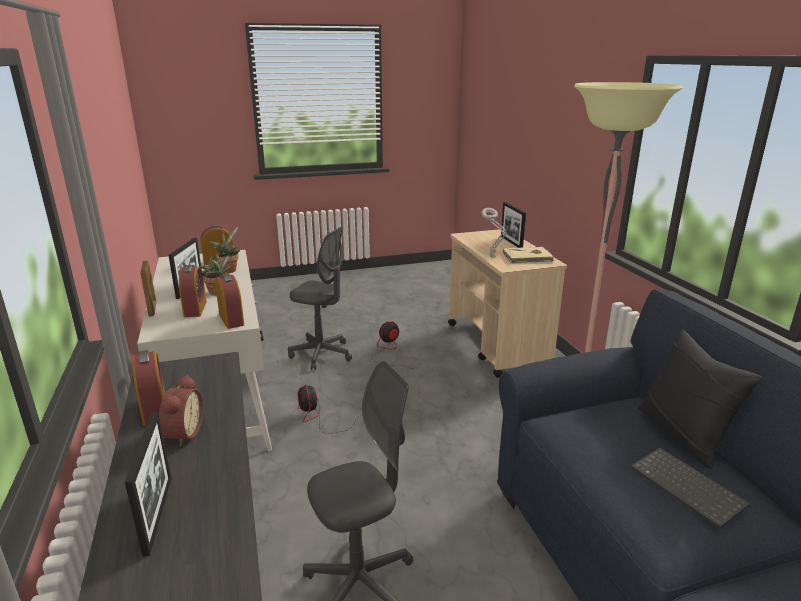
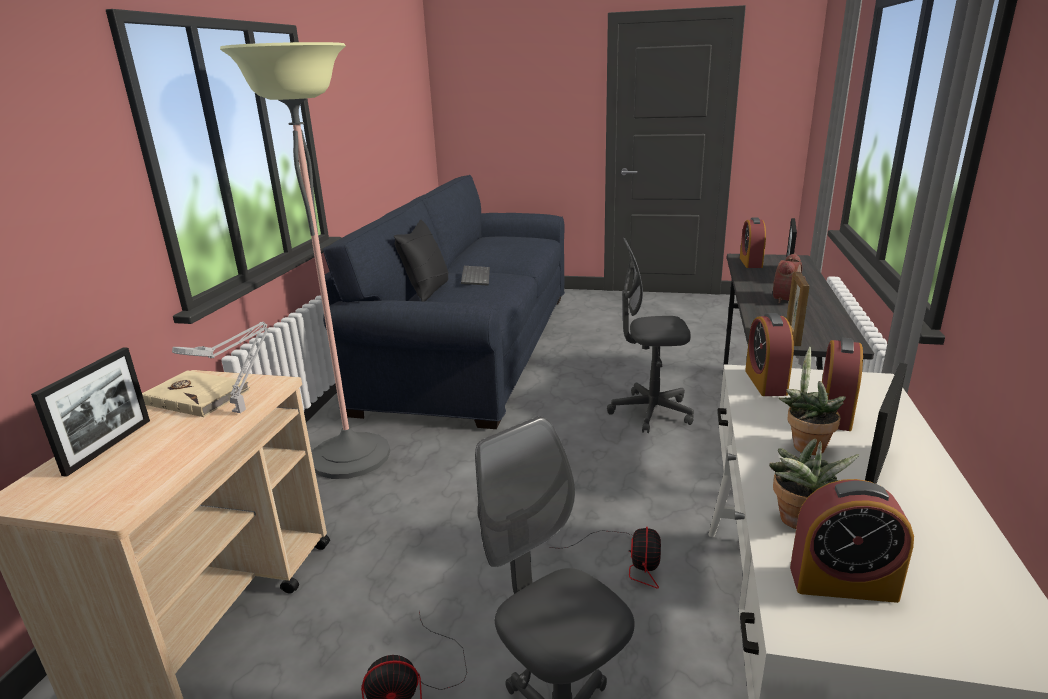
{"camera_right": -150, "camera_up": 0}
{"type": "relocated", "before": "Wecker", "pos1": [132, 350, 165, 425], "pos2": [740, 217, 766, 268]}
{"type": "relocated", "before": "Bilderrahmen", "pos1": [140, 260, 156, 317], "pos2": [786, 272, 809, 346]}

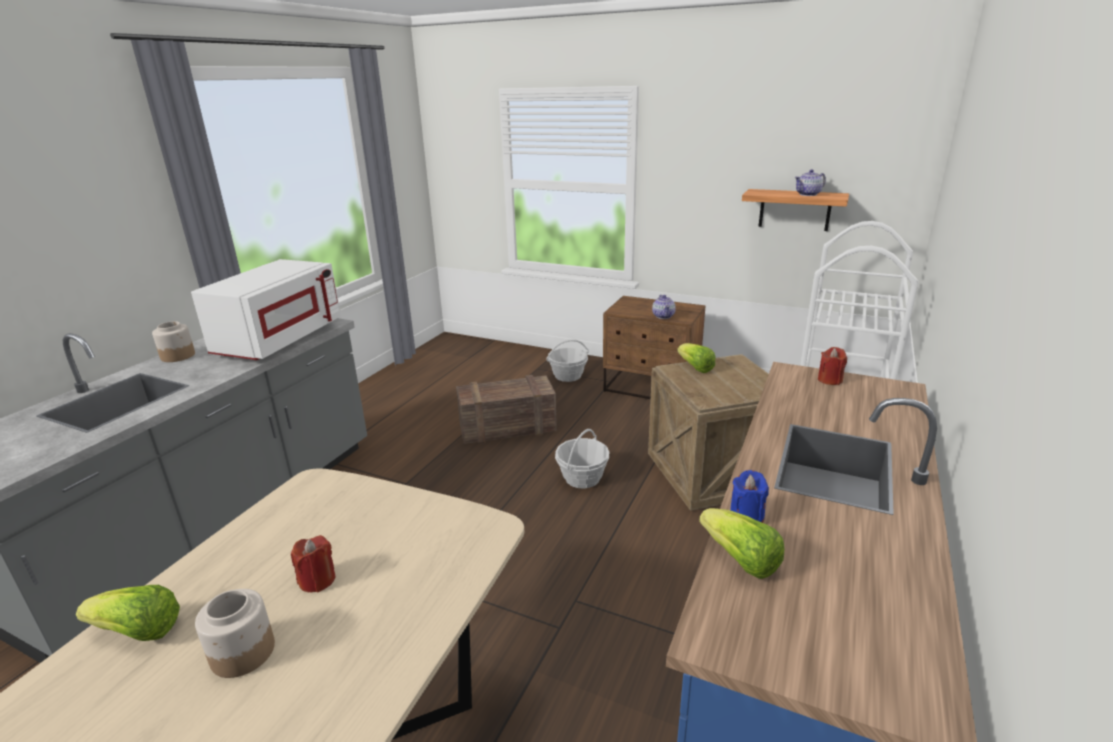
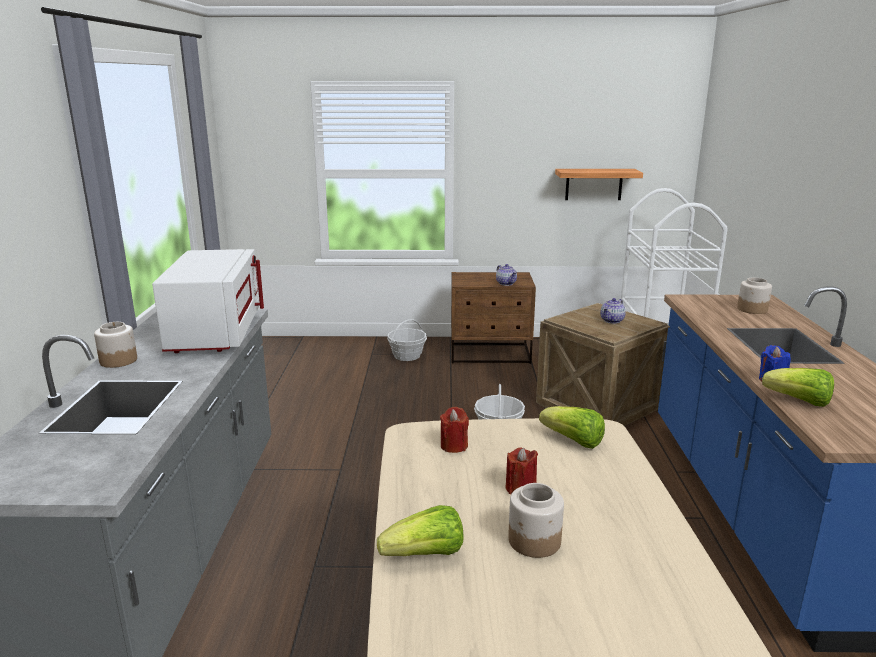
{"camera_right": -25, "camera_up": -5}
{"type": "missing", "before": "Kiste", "pos1": [456, 375, 557, 444]}
{"type": "relocated", "before": "Salatkopf", "pos1": [677, 343, 716, 373], "pos2": [539, 406, 605, 449]}
{"type": "relocated", "before": "Teekanne", "pos1": [795, 169, 826, 196], "pos2": [600, 298, 626, 324]}
{"type": "relocated", "before": "Kerze (rot)", "pos1": [818, 347, 847, 385], "pos2": [440, 407, 469, 453]}
{"type": "appeared", "after": "Vorratsglas", "pos2": [737, 277, 772, 314]}

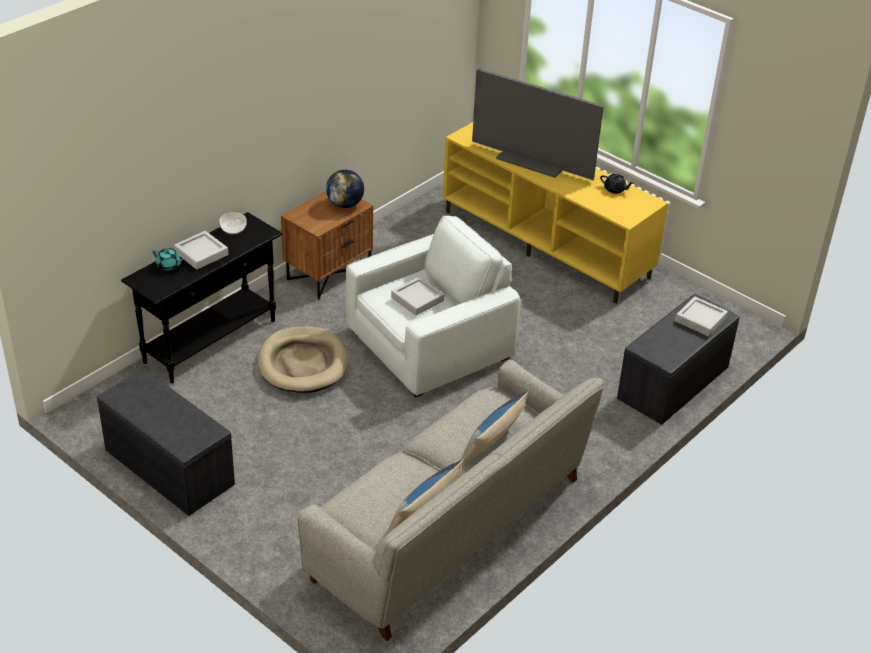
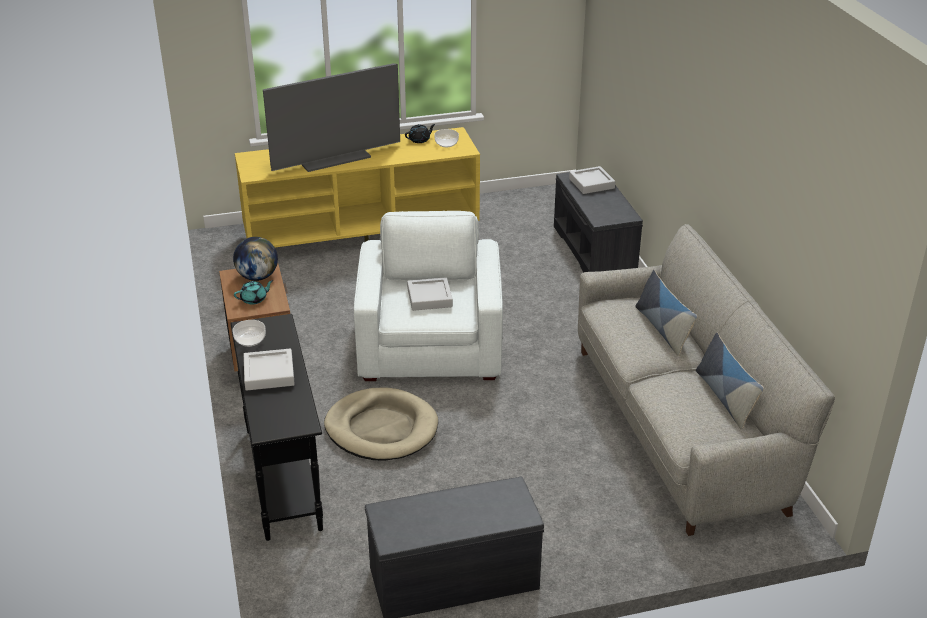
{"camera_right": -55, "camera_up": -5}
{"type": "relocated", "before": "Teekanne (türkis)", "pos1": [152, 248, 185, 271], "pos2": [234, 280, 273, 305]}
{"type": "appeared", "after": "Schüssel", "pos2": [434, 129, 459, 147]}

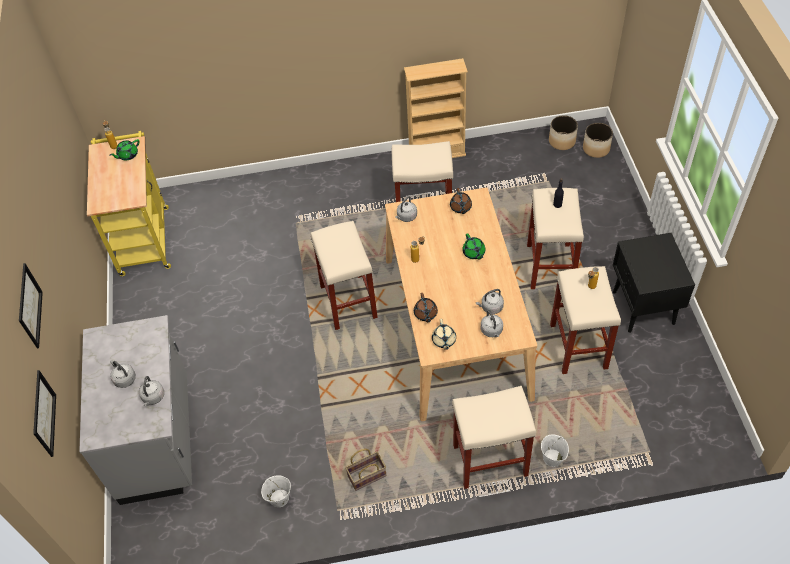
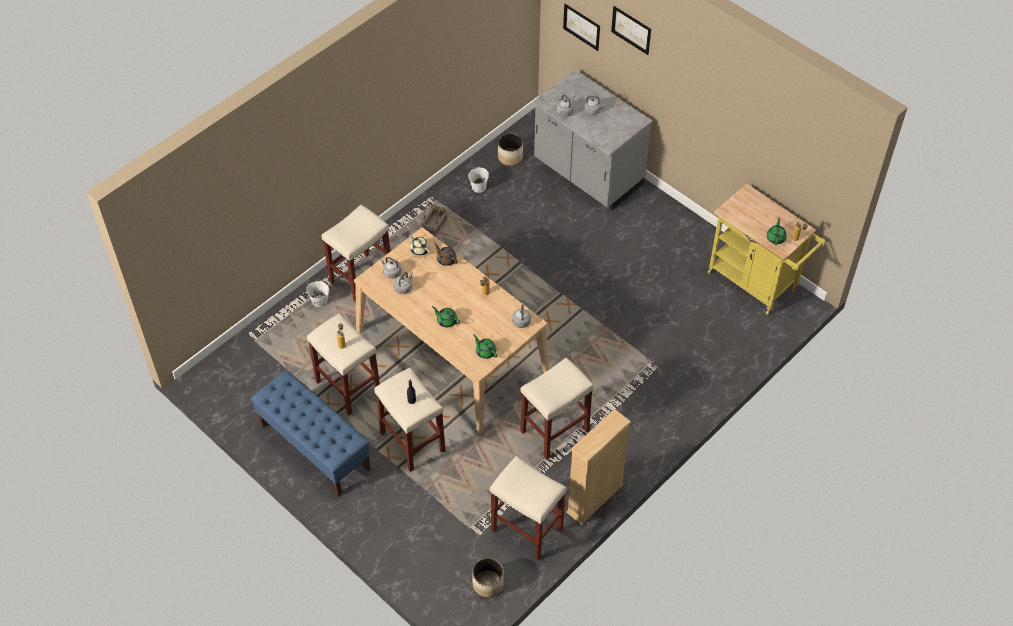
{"camera_right": 140, "camera_up": 0}
{"type": "relocated", "before": "Hocker (beige)", "pos1": [311, 221, 378, 330], "pos2": [490, 456, 567, 560]}
{"type": "colour", "before": "Teekanne (braun)", "after": "Teekanne (grün)", "pos1": [450, 188, 472, 214], "pos2": [473, 335, 497, 359]}
{"type": "relocated", "before": "Pflanzkübel", "pos1": [583, 123, 613, 158], "pos2": [498, 133, 523, 166]}
{"type": "exchanged", "before": "Nachttisch (schwarz)", "after": "Bank (blau)", "pos1": [613, 233, 695, 333], "pos2": [251, 370, 371, 497]}

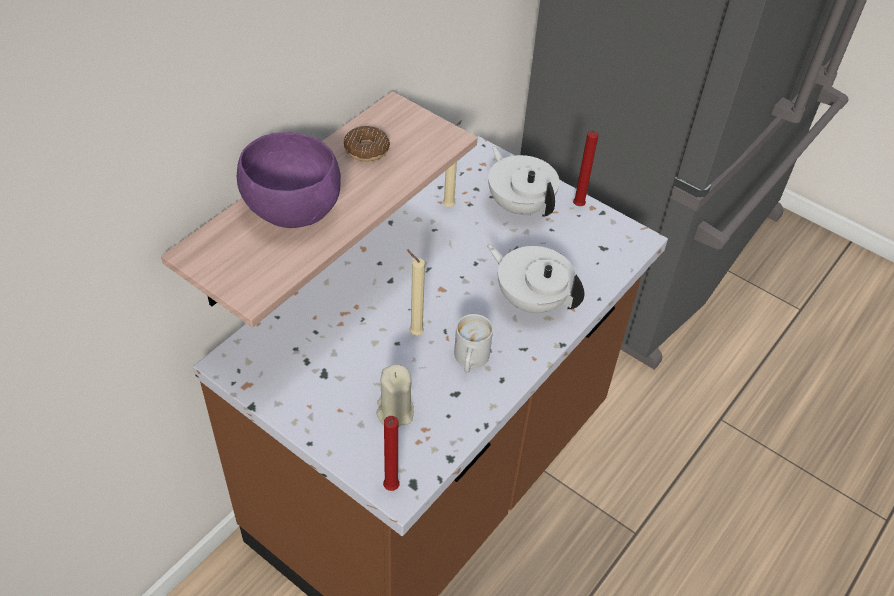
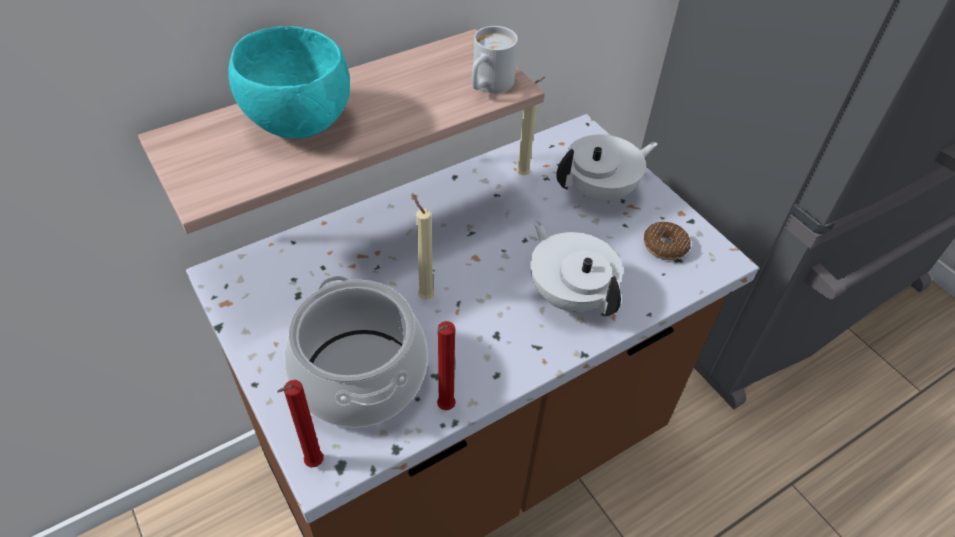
{"camera_right": 20, "camera_up": 0}
{"type": "colour", "before": "Schüssel (lila)", "after": "Schüssel (türkis)", "pos1": [237, 132, 341, 228], "pos2": [228, 26, 350, 138]}
{"type": "relocated", "before": "Donut", "pos1": [344, 126, 390, 161], "pos2": [644, 222, 691, 260]}
{"type": "exchanged", "before": "Kerze (beige)", "after": "Kochtopf", "pos1": [377, 364, 414, 427], "pos2": [284, 276, 428, 428]}
{"type": "relocated", "before": "Henkelbecher (weiß)", "pos1": [454, 314, 493, 373], "pos2": [472, 26, 518, 93]}
{"type": "spun", "before": "Teekanne (weiß)", "pos1": [488, 147, 559, 217], "pos2": [556, 135, 658, 205], "turn": 75}
{"type": "relocated", "before": "Kerze (rot)", "pos1": [573, 131, 599, 206], "pos2": [437, 321, 456, 410]}

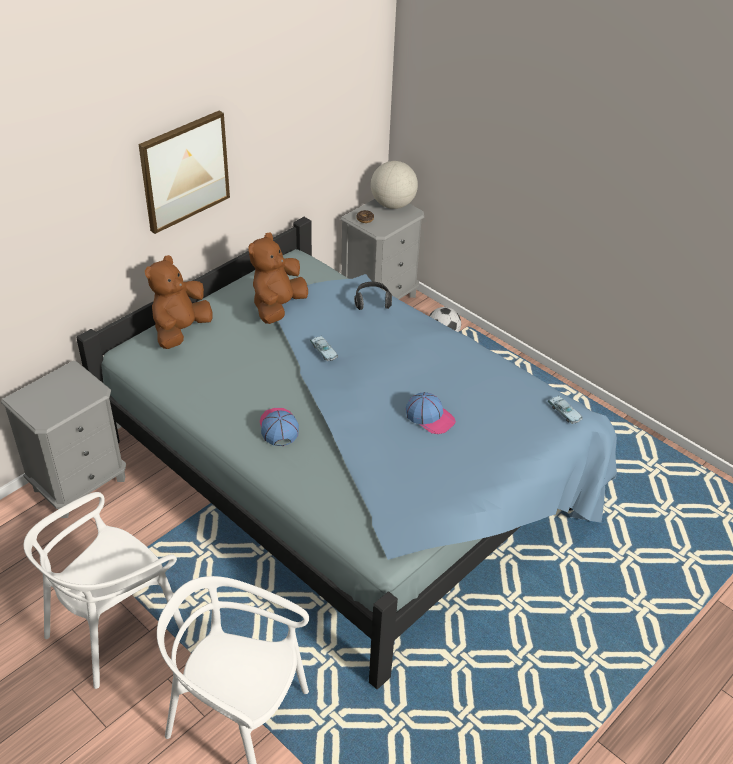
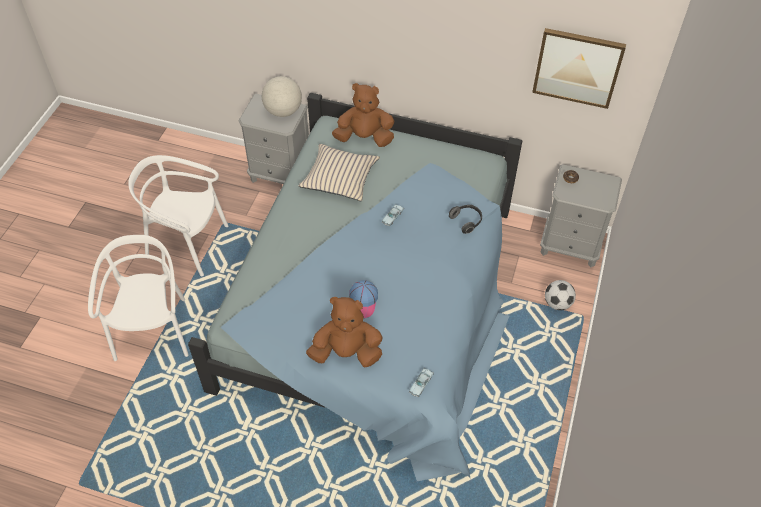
{"camera_right": 65, "camera_up": 10}
{"type": "relocated", "before": "Bild", "pos1": [138, 111, 230, 234], "pos2": [532, 28, 626, 109]}
{"type": "relocated", "before": "Plüschtier (braun)", "pos1": [248, 232, 308, 324], "pos2": [306, 297, 383, 367]}
{"type": "missing", "before": "Kappe", "pos1": [260, 408, 299, 446]}
{"type": "relocated", "before": "Globus", "pos1": [371, 161, 418, 209], "pos2": [262, 76, 302, 117]}
{"type": "appeared", "after": "Kissen (beige)", "pos2": [298, 144, 380, 201]}

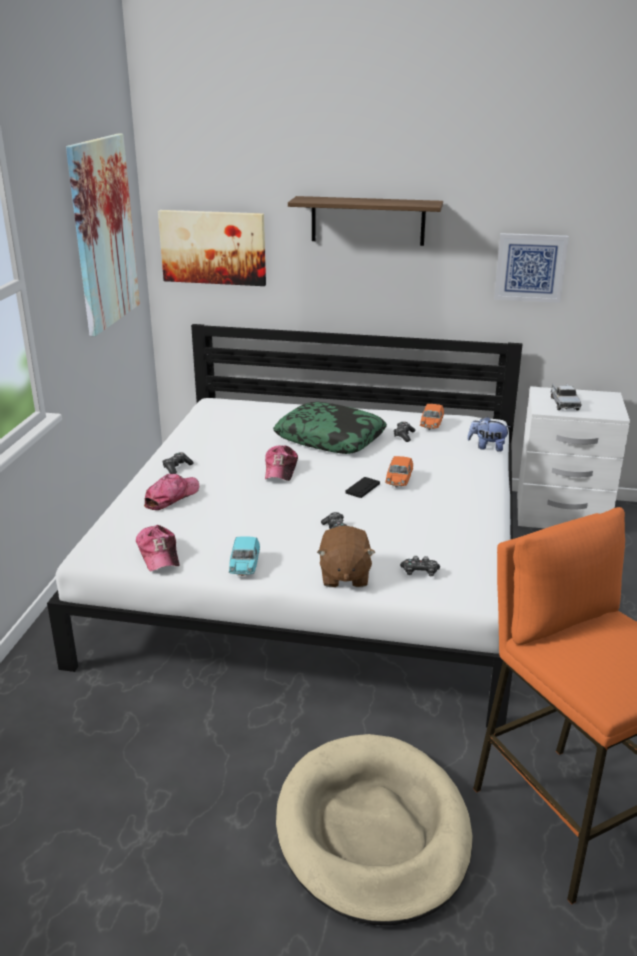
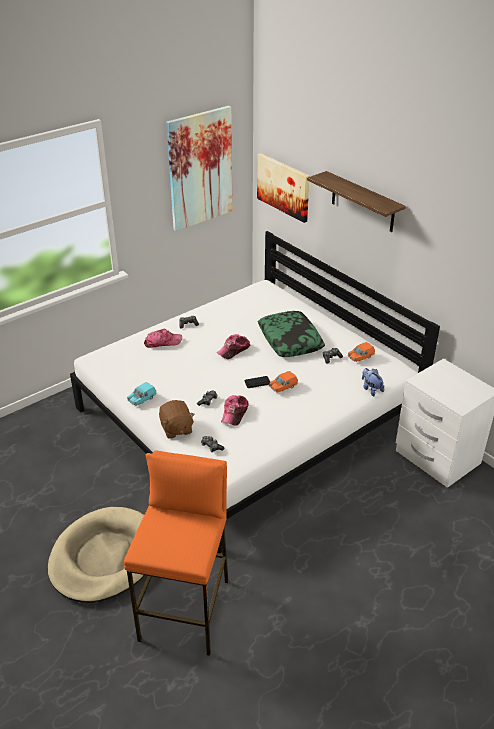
{"camera_right": 40, "camera_up": 10}
{"type": "relocated", "before": "Kappe", "pos1": [136, 525, 179, 572], "pos2": [221, 395, 249, 426]}
{"type": "spun", "before": "Plüschtier (braun)", "pos1": [317, 526, 375, 587], "pos2": [159, 400, 195, 439], "turn": -60}
{"type": "missing", "before": "Bild", "pos1": [494, 233, 569, 303]}
{"type": "missing", "before": "Spielzeuglaster", "pos1": [551, 383, 582, 410]}

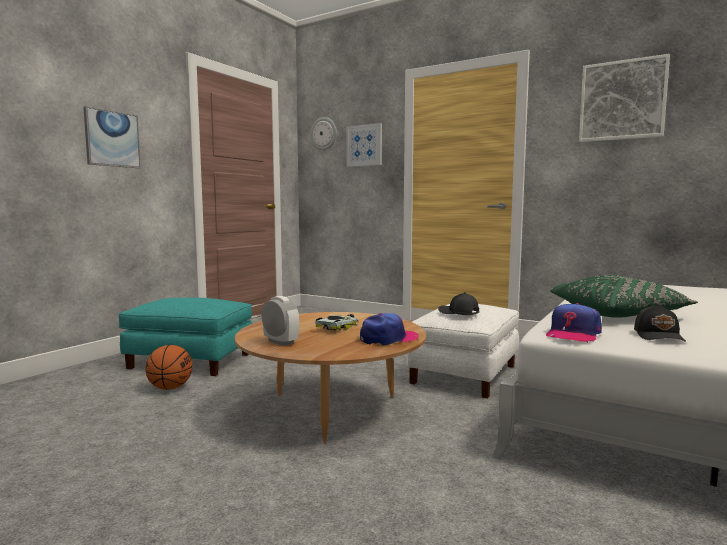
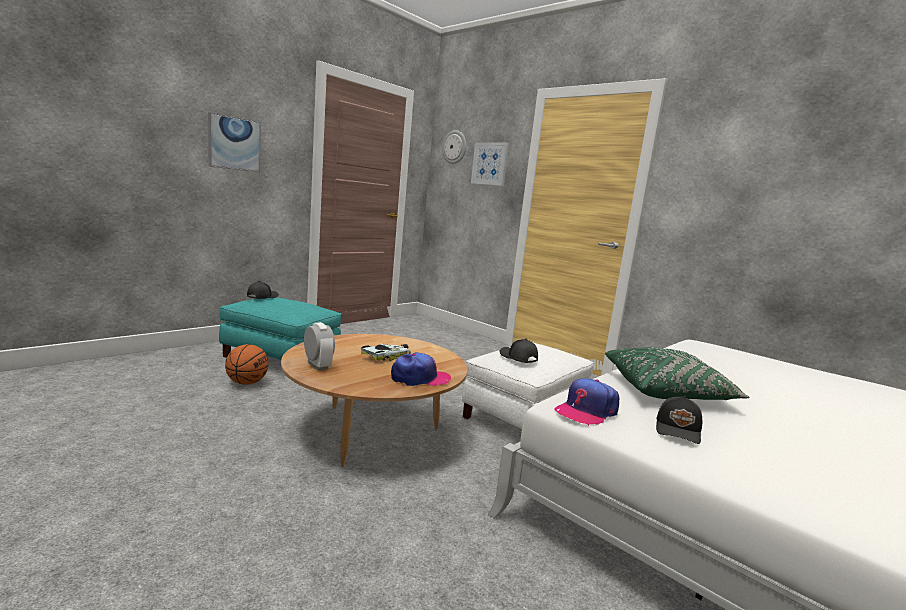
{"camera_right": 10, "camera_up": 5}
{"type": "missing", "before": "Bild", "pos1": [579, 54, 670, 142]}
{"type": "appeared", "after": "Kappe (schwarz)", "pos2": [247, 281, 279, 299]}

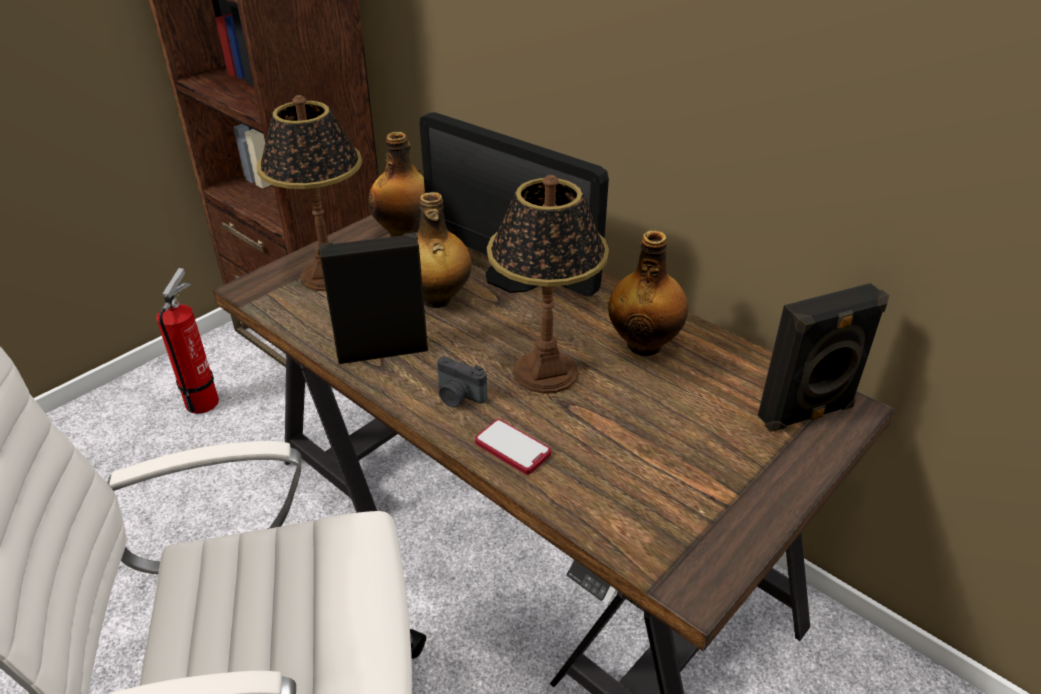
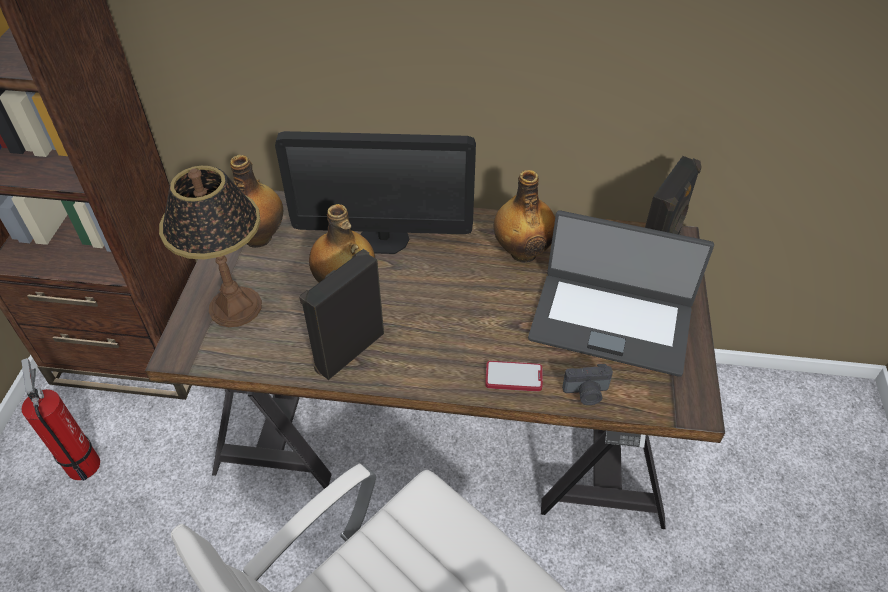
{"camera_right": -35, "camera_up": 10}
{"type": "relocated", "before": "Kamera", "pos1": [437, 356, 487, 407], "pos2": [562, 364, 613, 405]}
{"type": "missing", "before": "Tischlampe", "pos1": [487, 175, 609, 394]}
{"type": "appeared", "after": "Laptop", "pos2": [528, 210, 714, 377]}

